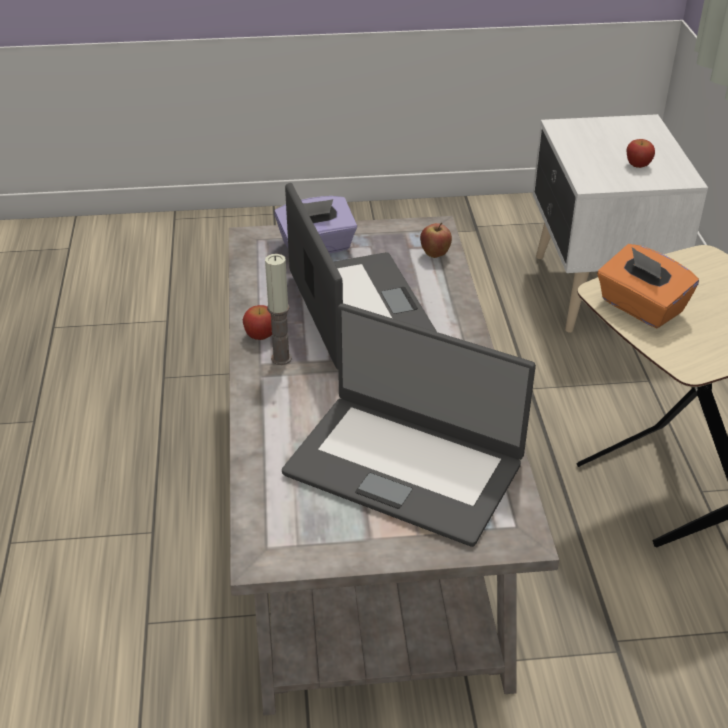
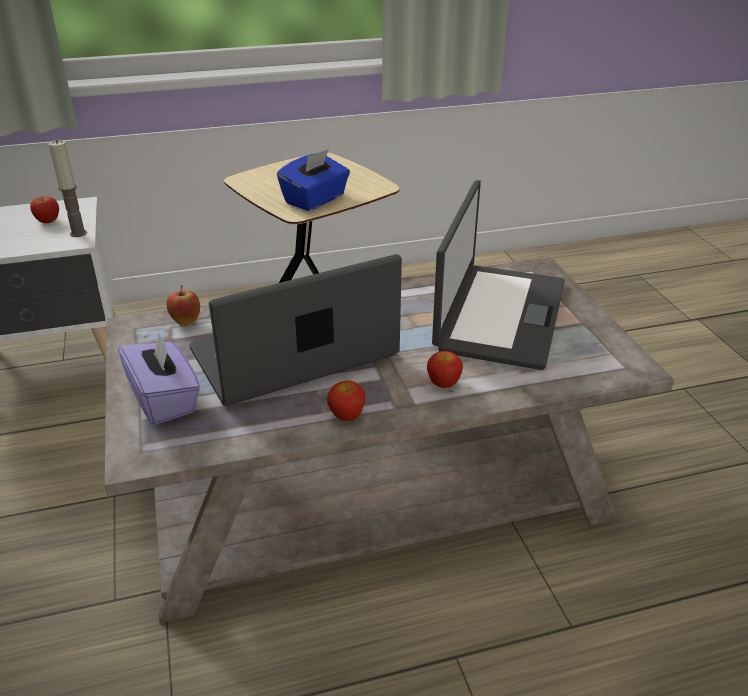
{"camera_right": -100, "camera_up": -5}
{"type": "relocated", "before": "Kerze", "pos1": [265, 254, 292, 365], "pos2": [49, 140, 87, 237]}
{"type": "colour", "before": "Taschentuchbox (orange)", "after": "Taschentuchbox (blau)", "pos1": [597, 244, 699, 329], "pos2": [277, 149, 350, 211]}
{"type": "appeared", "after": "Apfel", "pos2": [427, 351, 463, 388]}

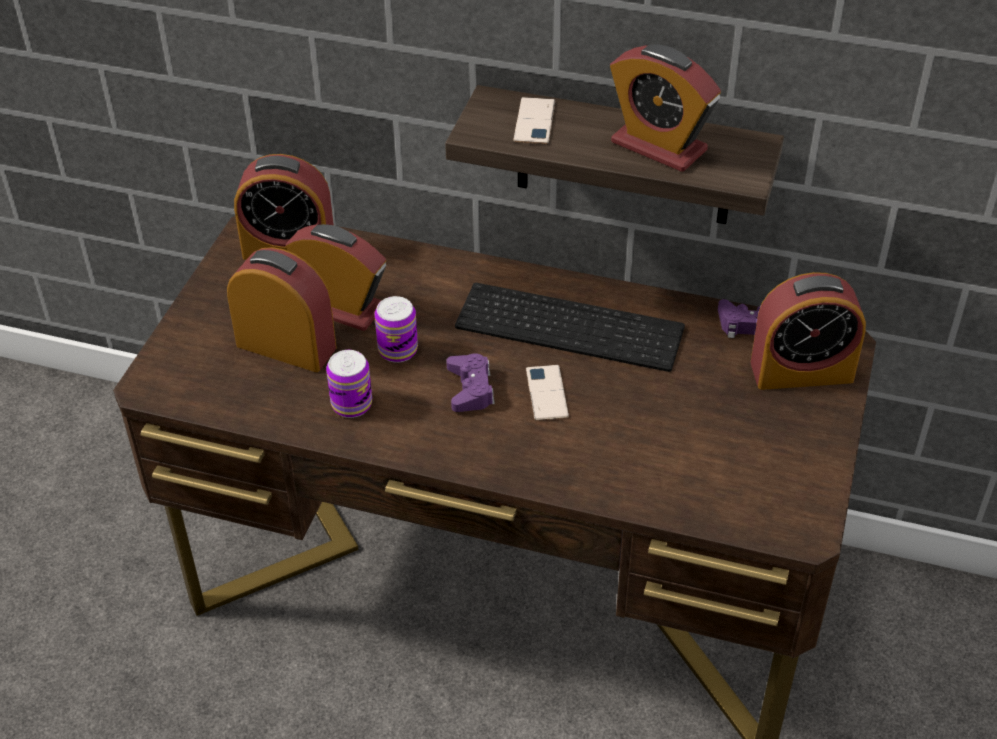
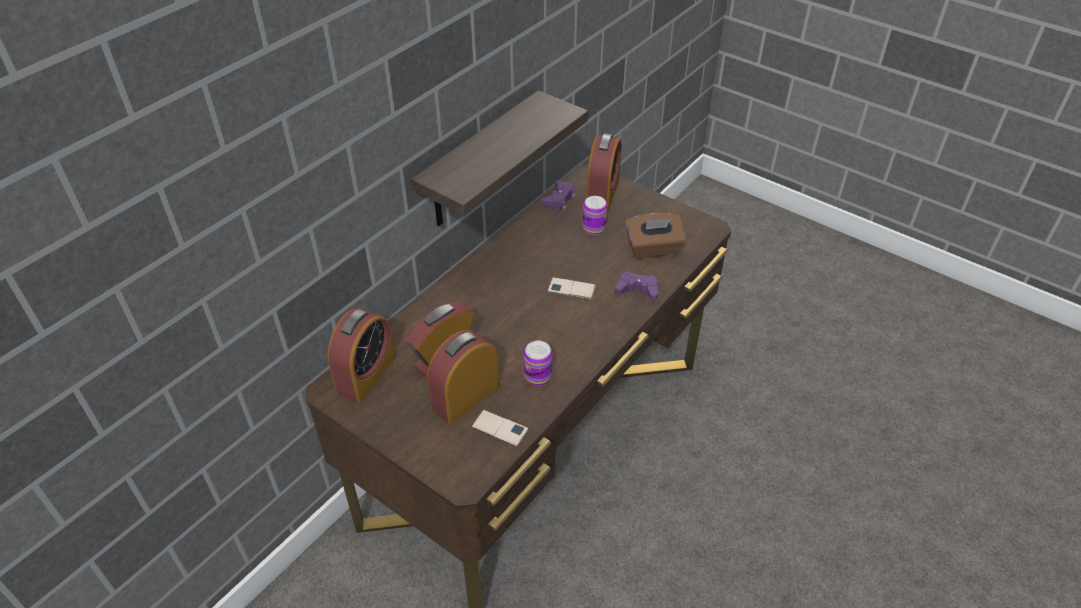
{"camera_right": -70, "camera_up": 0}
{"type": "relocated", "before": "Dose", "pos1": [375, 296, 418, 363], "pos2": [582, 196, 607, 235]}
{"type": "relocated", "before": "Gamepad (lila)", "pos1": [446, 353, 495, 412], "pos2": [615, 271, 658, 300]}
{"type": "missing", "before": "Tastatur", "pos1": [455, 283, 685, 372]}
{"type": "relocated", "before": "Handy", "pos1": [513, 97, 555, 144], "pos2": [472, 410, 528, 446]}
{"type": "missing", "before": "Wecker", "pos1": [610, 44, 721, 172]}
{"type": "appeared", "after": "Taschentuchbox (braun)", "pos2": [625, 213, 686, 259]}

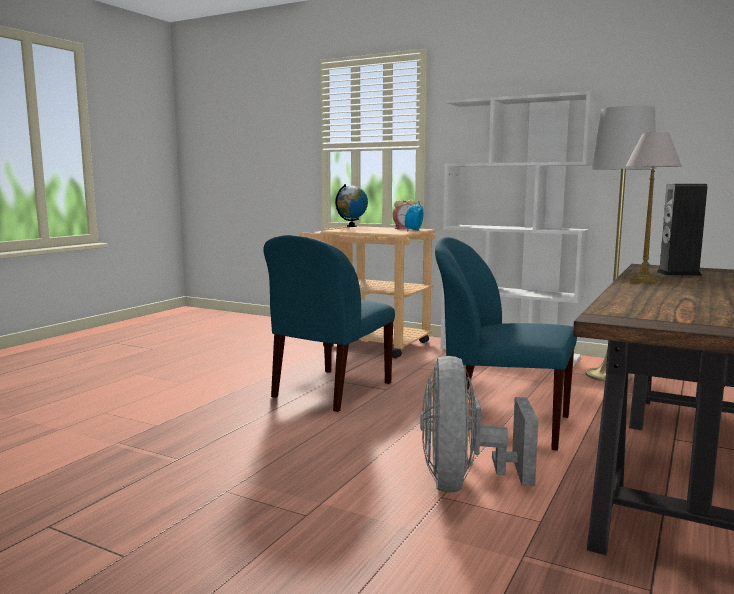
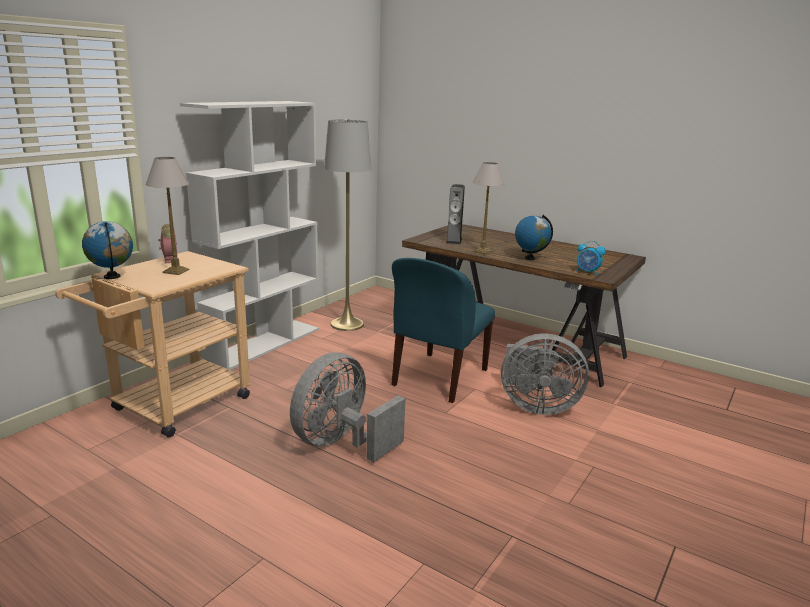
{"camera_right": -85, "camera_up": 10}
{"type": "exchanged", "before": "Stuhl (blau)", "after": "Ventilator (grau)", "pos1": [263, 235, 395, 412], "pos2": [290, 352, 405, 462]}
{"type": "relocated", "before": "Wecker", "pos1": [405, 201, 423, 232], "pos2": [576, 241, 605, 275]}
{"type": "appeared", "after": "Tischlampe", "pos2": [146, 157, 189, 275]}
{"type": "appeared", "after": "Globus", "pos2": [515, 215, 553, 260]}

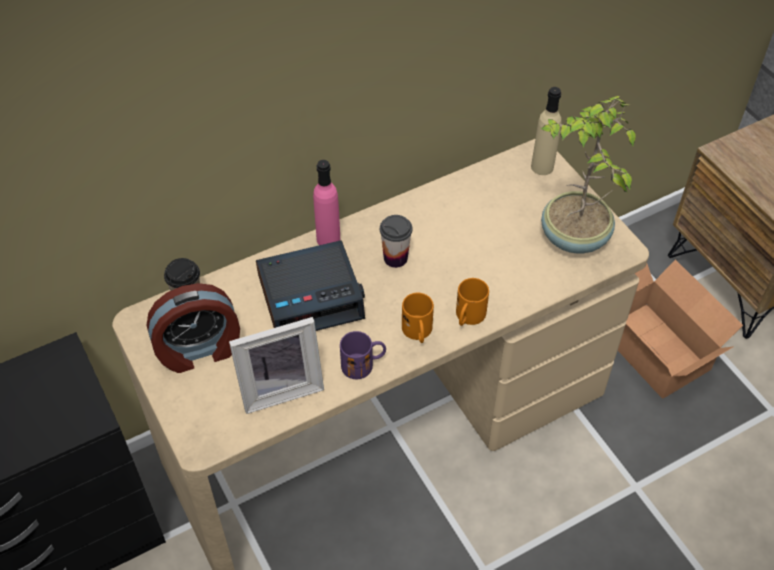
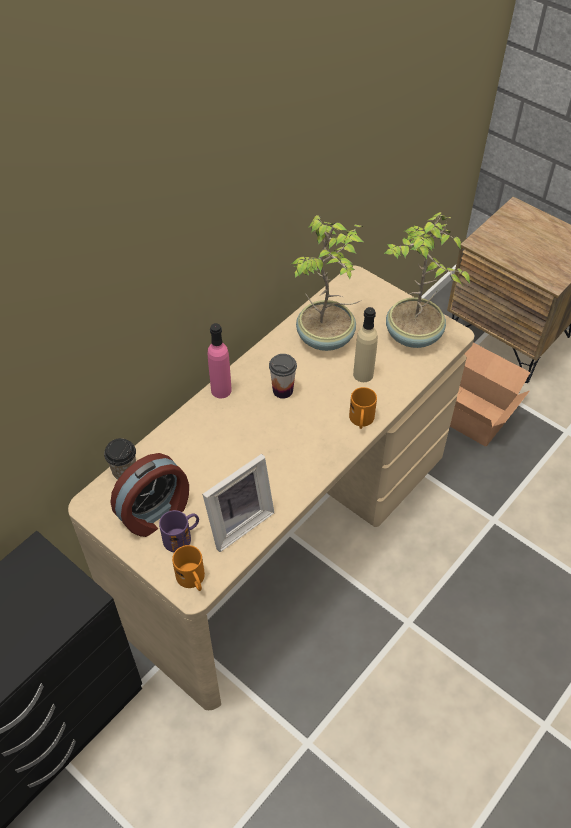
{"camera_right": -20, "camera_up": 0}
{"type": "missing", "before": "Wecker", "pos1": [256, 240, 365, 331]}
{"type": "relocated", "before": "Henkelbecher (lila)", "pos1": [340, 331, 386, 379], "pos2": [159, 510, 199, 552]}
{"type": "relocated", "before": "Henkelbecher (orange)", "pos1": [402, 293, 434, 343], "pos2": [172, 545, 205, 591]}
{"type": "relocated", "before": "Flasche (beige)", "pos1": [531, 87, 562, 175], "pos2": [353, 307, 378, 382]}
{"type": "appeared", "after": "Topfpflanze", "pos2": [291, 215, 363, 351]}

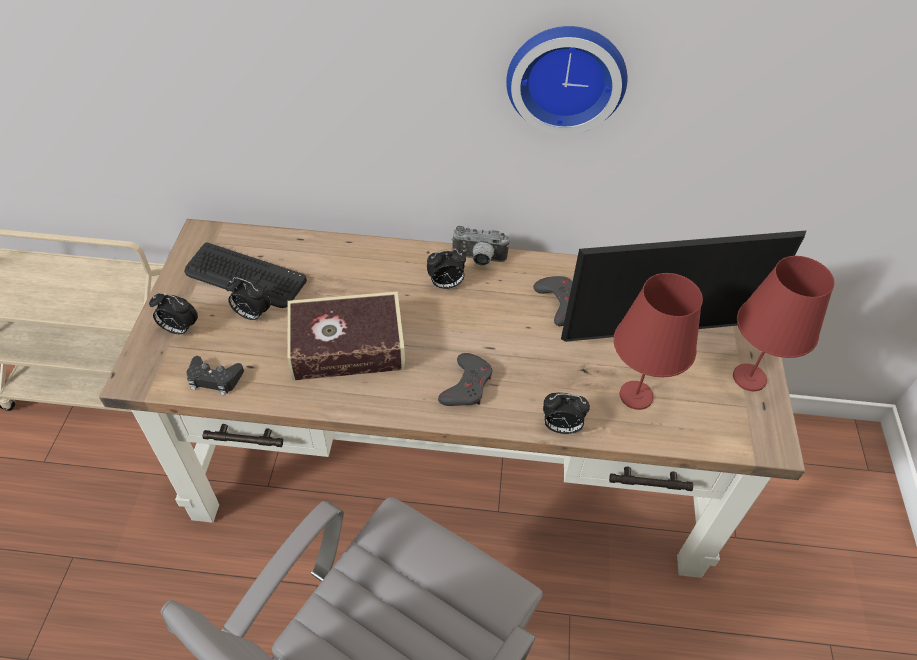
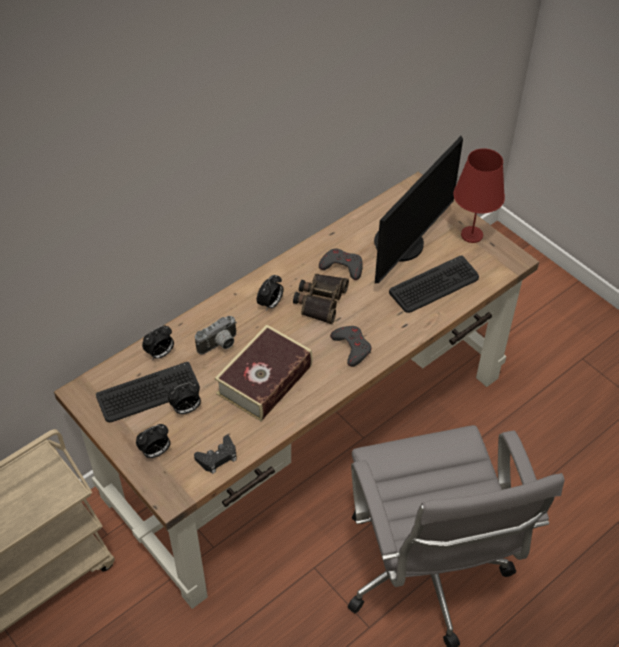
{"camera_right": -45, "camera_up": 0}
{"type": "relocated", "before": "Kamera", "pos1": [452, 226, 509, 266], "pos2": [195, 316, 237, 355]}
{"type": "missing", "before": "Wanduhr", "pos1": [506, 26, 627, 135]}
{"type": "relocated", "before": "Wecker", "pos1": [543, 393, 590, 434], "pos2": [142, 325, 174, 359]}
{"type": "exchanged", "before": "Tischlampe (rot)", "after": "Tastatur", "pos1": [613, 273, 703, 410], "pos2": [389, 255, 479, 313]}
{"type": "appeared", "after": "Fernglas", "pos2": [293, 274, 349, 324]}

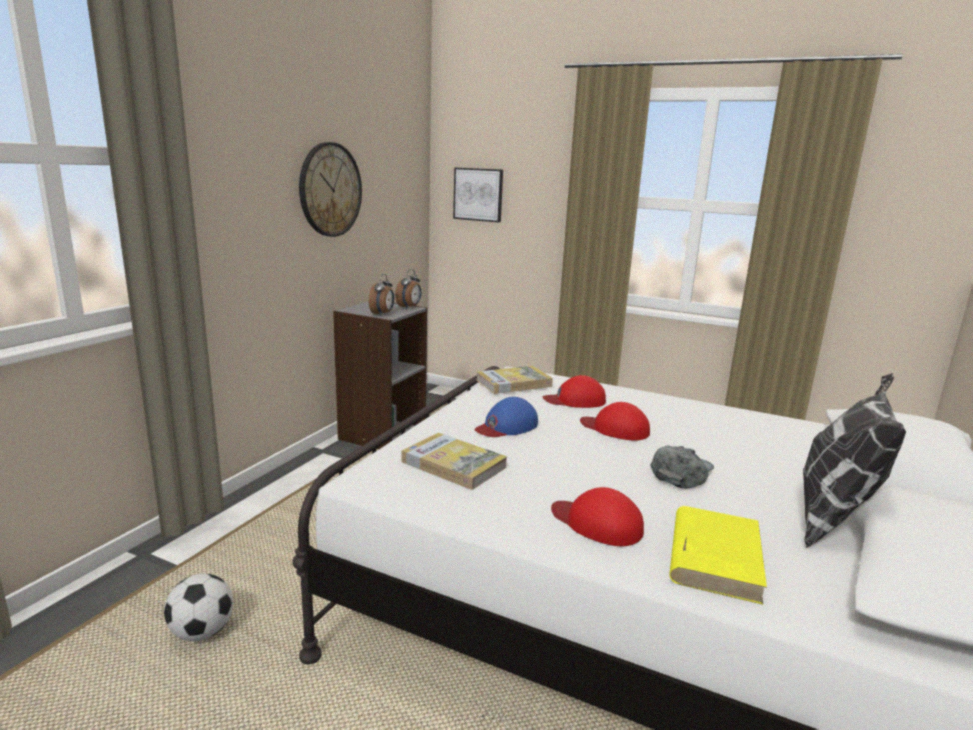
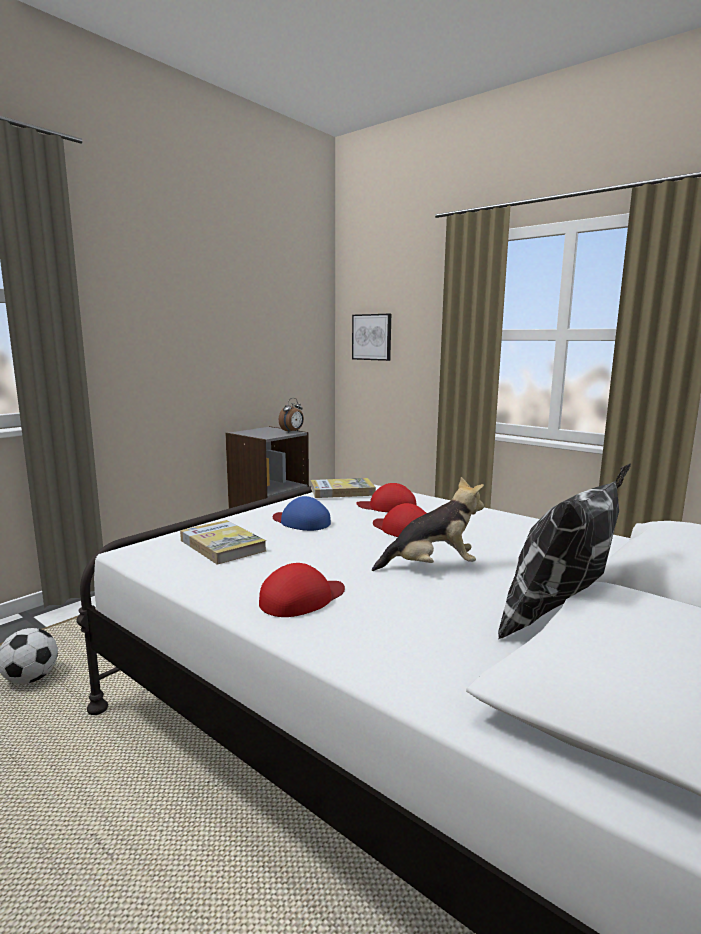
{"camera_right": 15, "camera_up": -5}
{"type": "missing", "before": "Wanduhr", "pos1": [299, 142, 362, 237]}
{"type": "missing", "before": "Wecker", "pos1": [369, 274, 394, 316]}
{"type": "spun", "before": "Kappe (blau)", "pos1": [475, 397, 538, 437], "pos2": [273, 496, 331, 531], "turn": 60}
{"type": "spun", "before": "Kappe (rot)", "pos1": [551, 487, 644, 546], "pos2": [259, 563, 345, 617], "turn": 90}
{"type": "exchanged", "before": "Kappe (grau)", "after": "Plüschtier", "pos1": [650, 446, 714, 489], "pos2": [372, 477, 484, 571]}
{"type": "missing", "before": "Buch (gelb)", "pos1": [669, 506, 767, 605]}

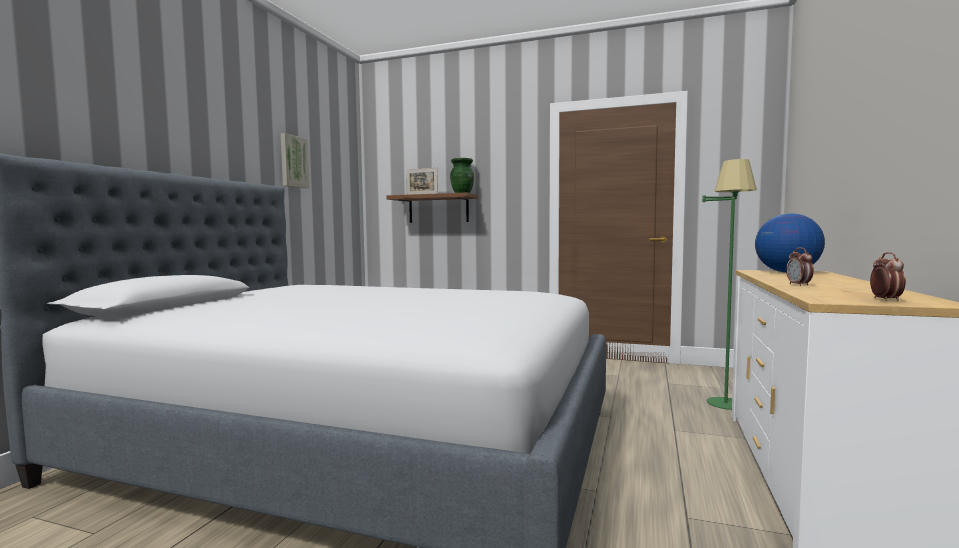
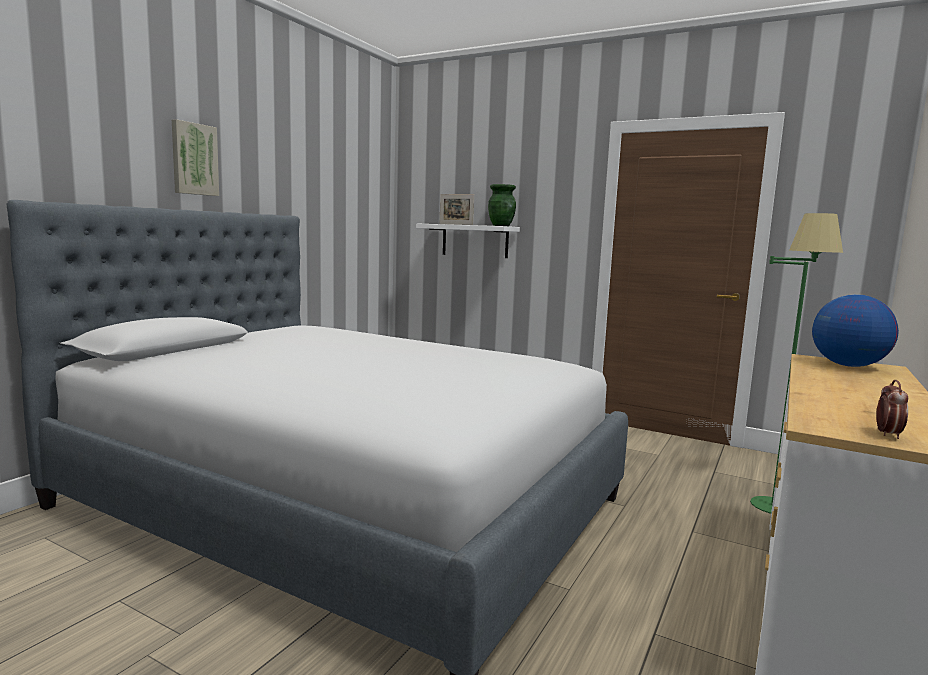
{"camera_right": 10, "camera_up": 5}
{"type": "relocated", "before": "Bild", "pos1": [281, 133, 309, 188], "pos2": [172, 119, 219, 196]}
{"type": "colour", "before": "Wandregal (braun)", "after": "Wandregal (weiß)", "pos1": [386, 192, 478, 223], "pos2": [416, 223, 520, 258]}
{"type": "missing", "before": "Wecker", "pos1": [786, 247, 814, 286]}

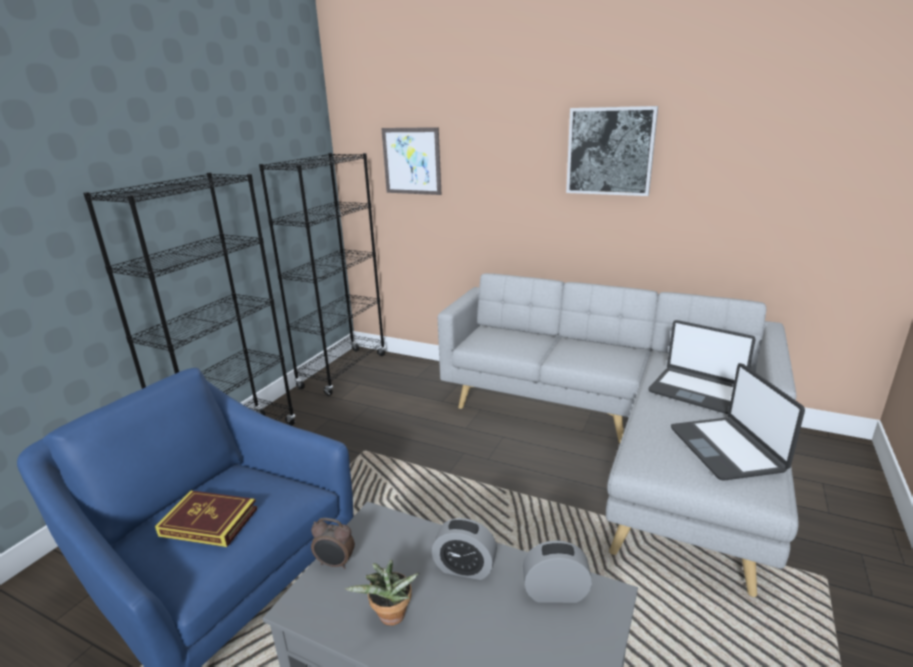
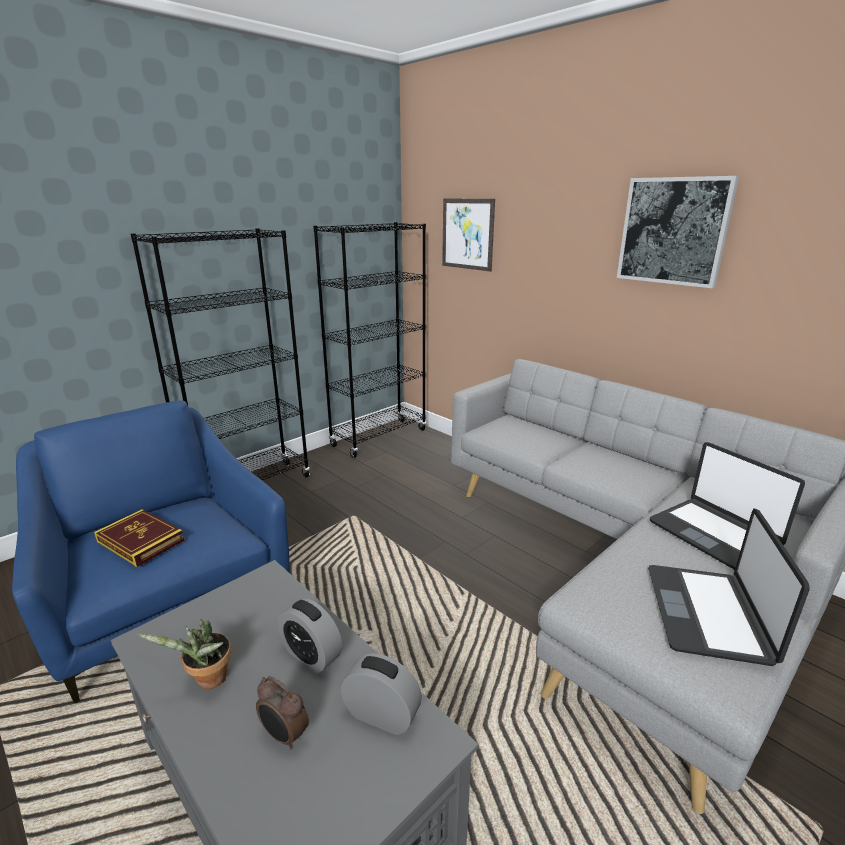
{"camera_right": 20, "camera_up": 0}
{"type": "relocated", "before": "Wecker", "pos1": [311, 518, 355, 569], "pos2": [256, 676, 309, 749]}

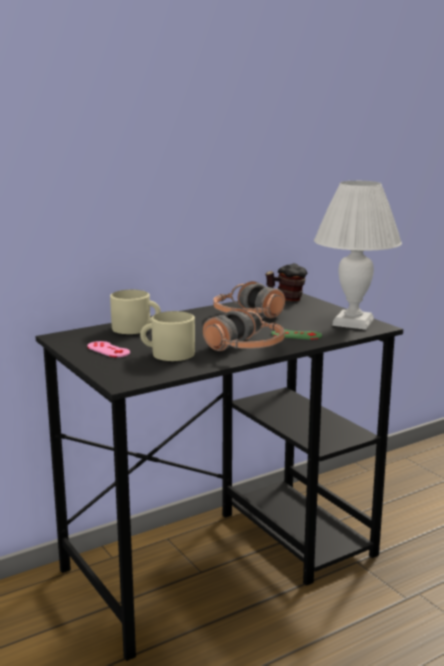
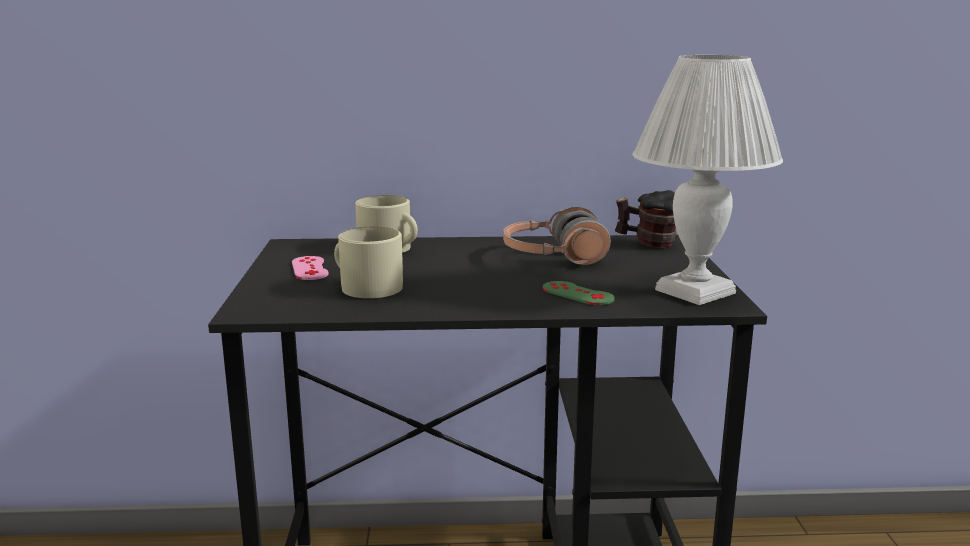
{"camera_right": 30, "camera_up": 0}
{"type": "missing", "before": "Kopfhörer", "pos1": [203, 308, 285, 351]}

